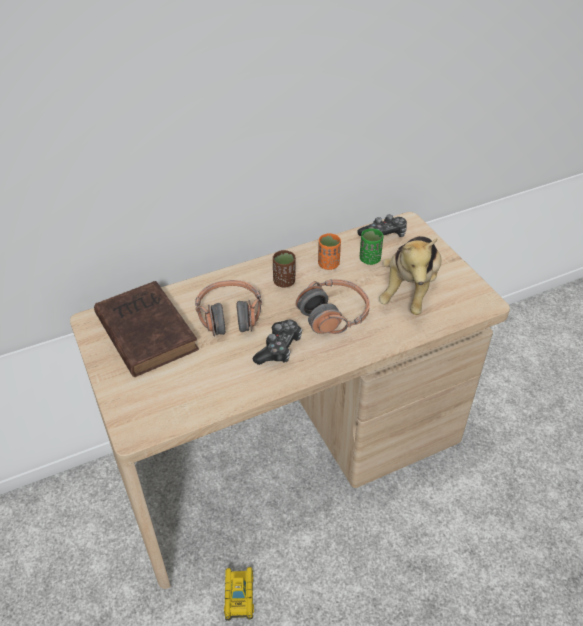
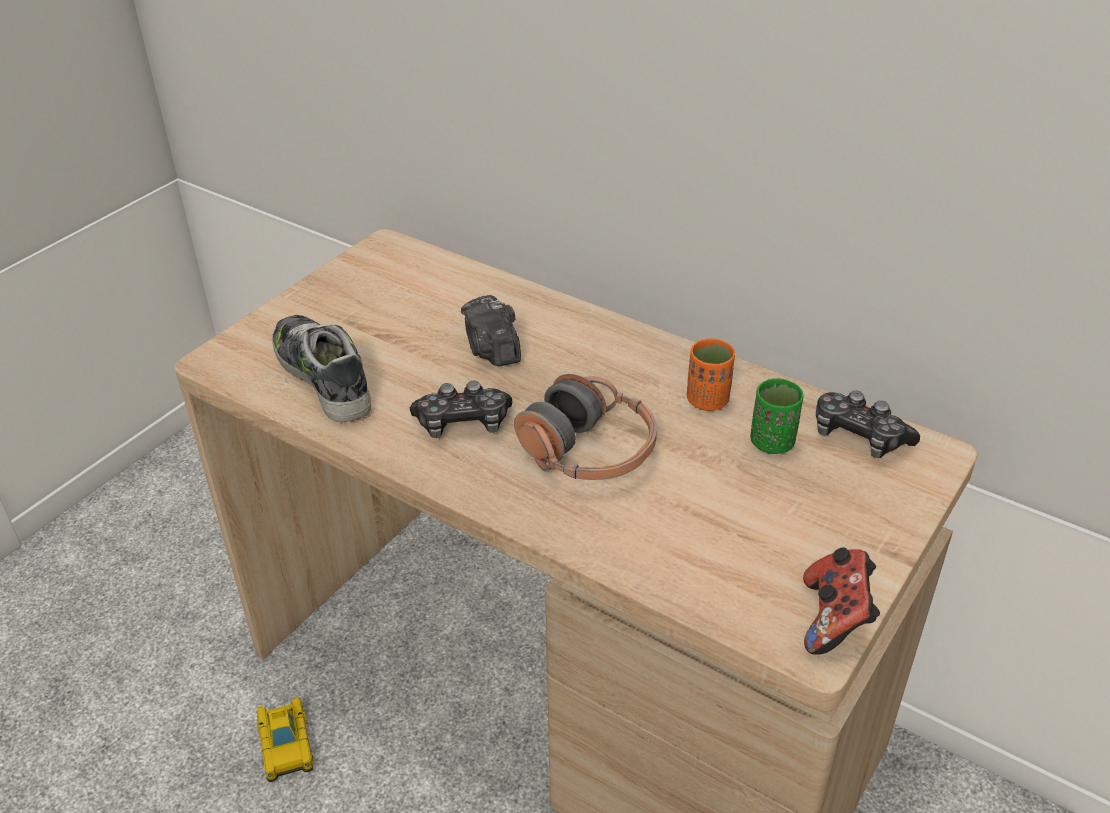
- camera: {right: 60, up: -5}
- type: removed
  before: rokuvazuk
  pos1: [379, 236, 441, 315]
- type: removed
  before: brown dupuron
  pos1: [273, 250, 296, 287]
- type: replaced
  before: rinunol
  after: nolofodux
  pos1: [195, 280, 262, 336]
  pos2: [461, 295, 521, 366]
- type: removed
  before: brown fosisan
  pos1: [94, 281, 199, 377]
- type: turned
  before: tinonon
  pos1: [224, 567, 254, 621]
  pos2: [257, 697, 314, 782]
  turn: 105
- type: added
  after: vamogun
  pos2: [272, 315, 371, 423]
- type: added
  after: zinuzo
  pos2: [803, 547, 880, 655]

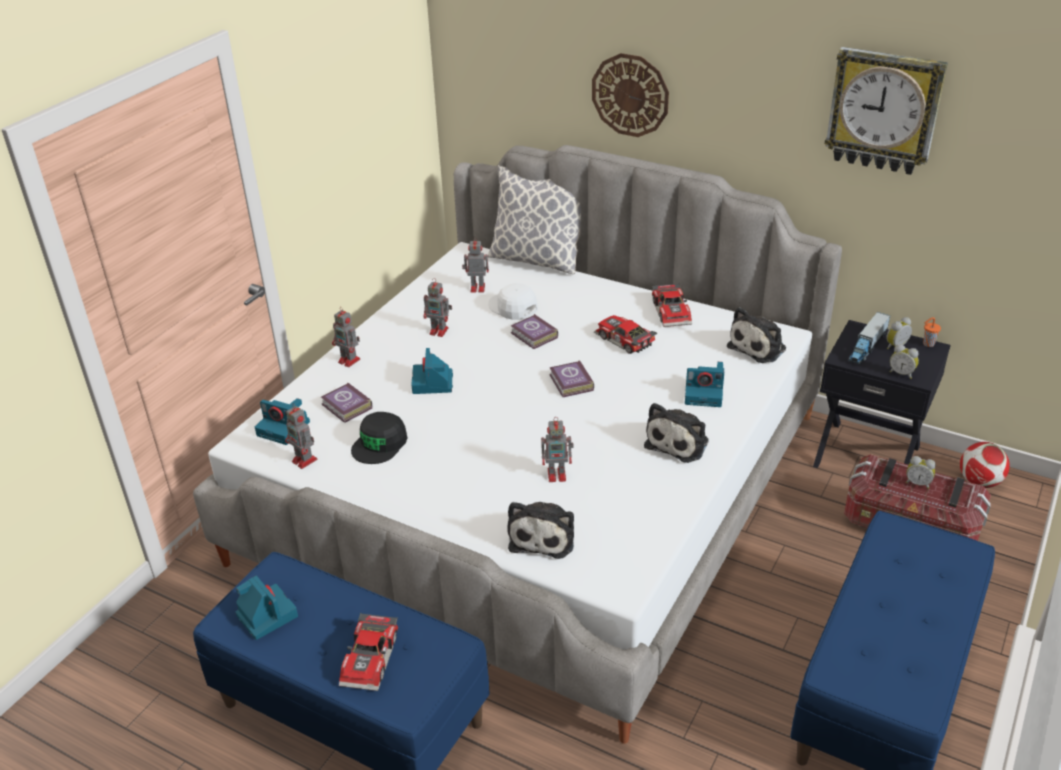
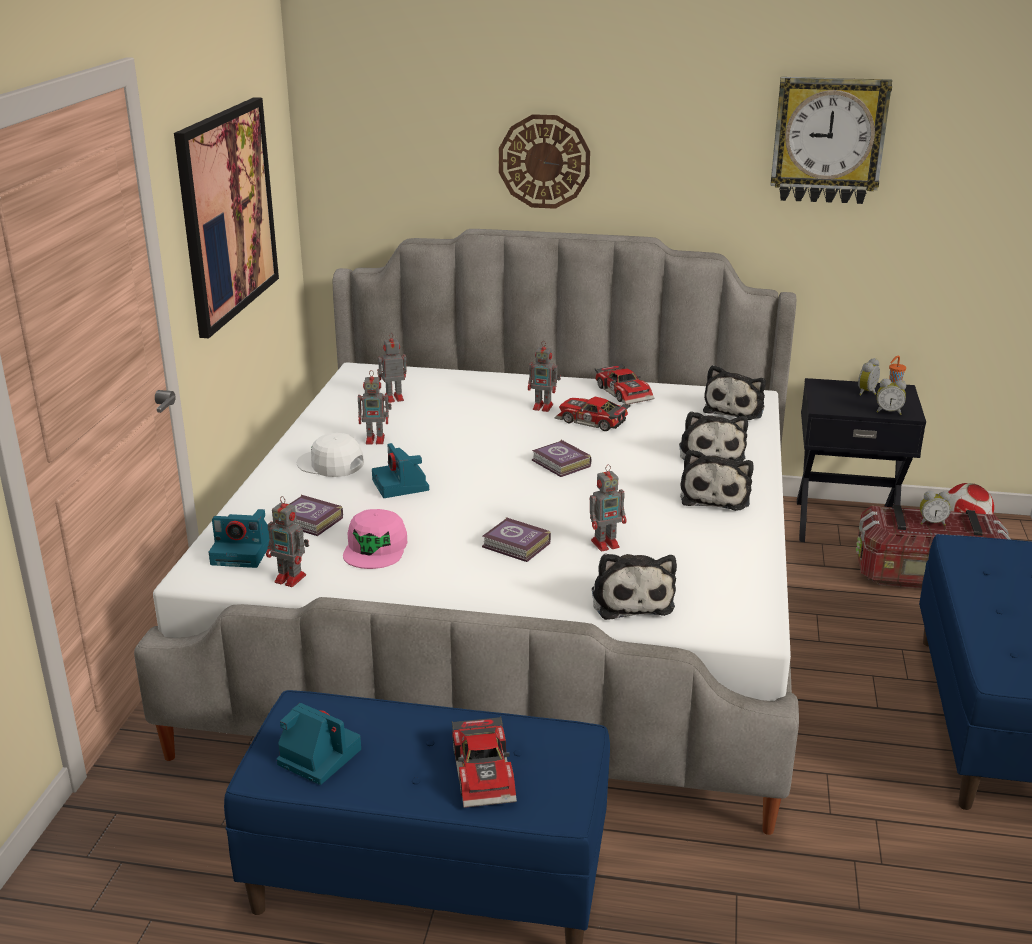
- camera: {right: -20, up: -10}
- type: removed
  before: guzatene
  pos1: [488, 165, 581, 274]
- type: moved
  before: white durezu
  pos1: [488, 283, 538, 320]
  pos2: [297, 433, 364, 477]
- type: moved
  before: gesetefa
  pos1: [332, 307, 360, 367]
  pos2: [528, 341, 561, 412]
- type: removed
  before: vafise
  pos1: [848, 312, 890, 365]
- type: moved
  before: fosisan
  pos1: [511, 314, 558, 349]
  pos2: [482, 517, 551, 562]
- type: replaced
  before: nolofodux
  after: rokuvazuk
  pos1: [685, 362, 724, 407]
  pos2: [679, 411, 748, 462]
- type: recoloured
  before: black durezu
  after: pink durezu
  pos1: [351, 412, 407, 464]
  pos2: [343, 509, 407, 569]
- type: added
  after: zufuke
  pos2: [174, 97, 279, 338]

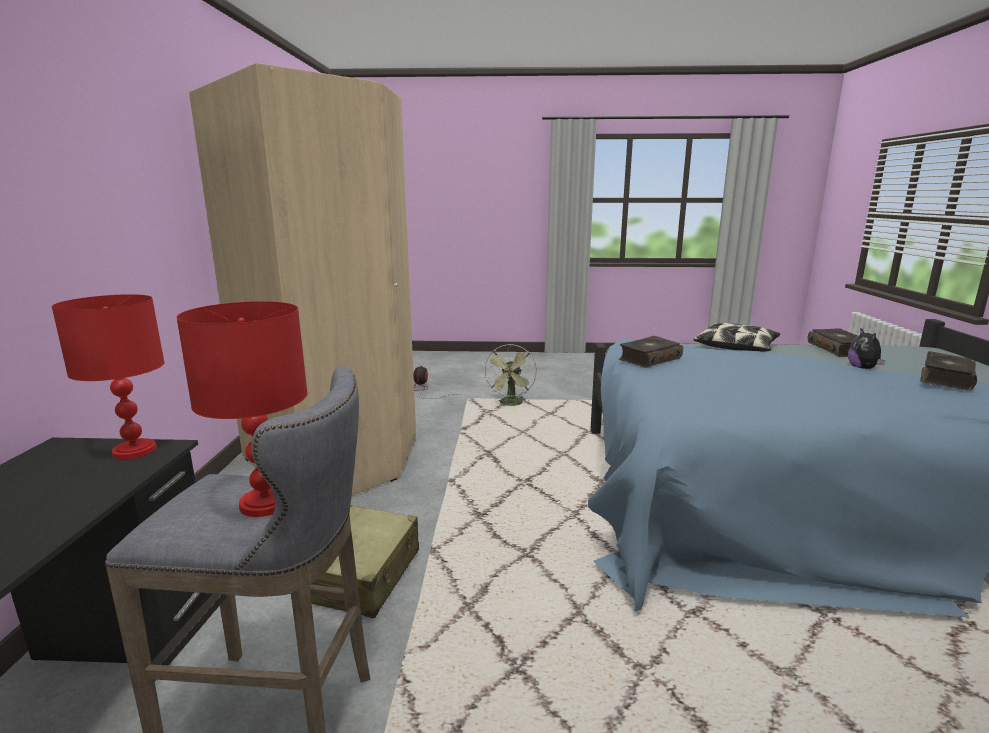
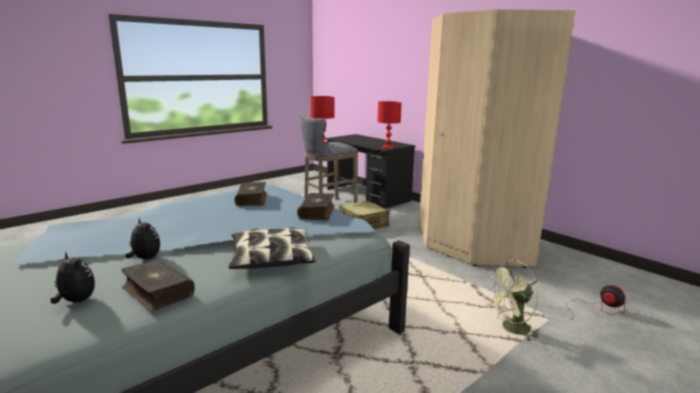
- camera: {right: 135, up: 0}
- type: turned
  before: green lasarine
  pos1: [484, 344, 537, 406]
  pos2: [486, 260, 539, 341]
  turn: -75
- type: moved
  before: fosisan
  pos1: [920, 351, 977, 391]
  pos2: [234, 182, 267, 206]
- type: added
  after: rokuvazuk
  pos2: [51, 252, 95, 304]

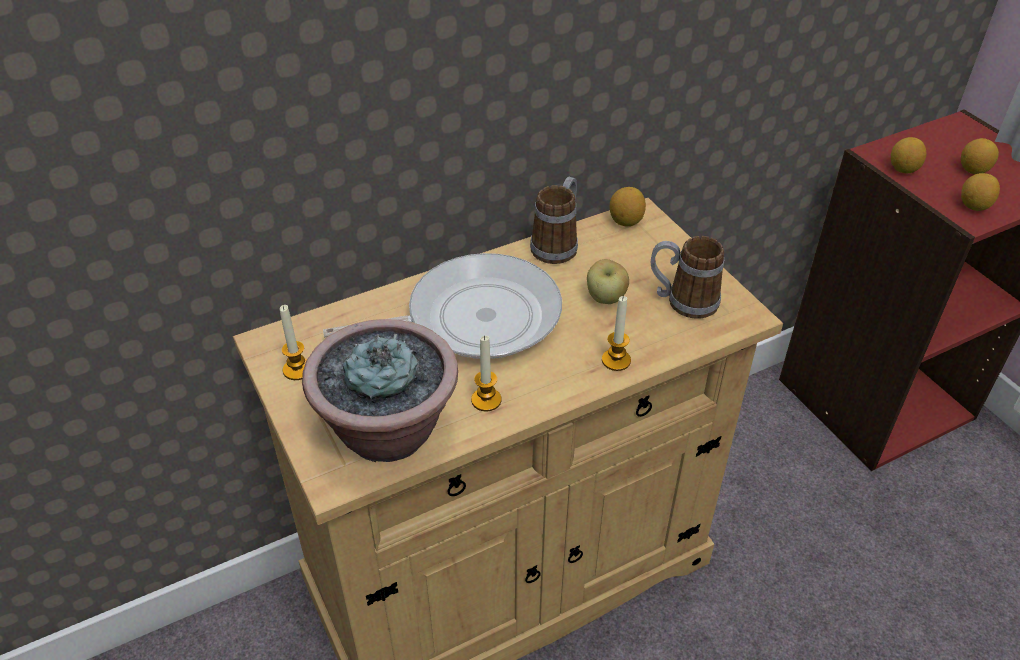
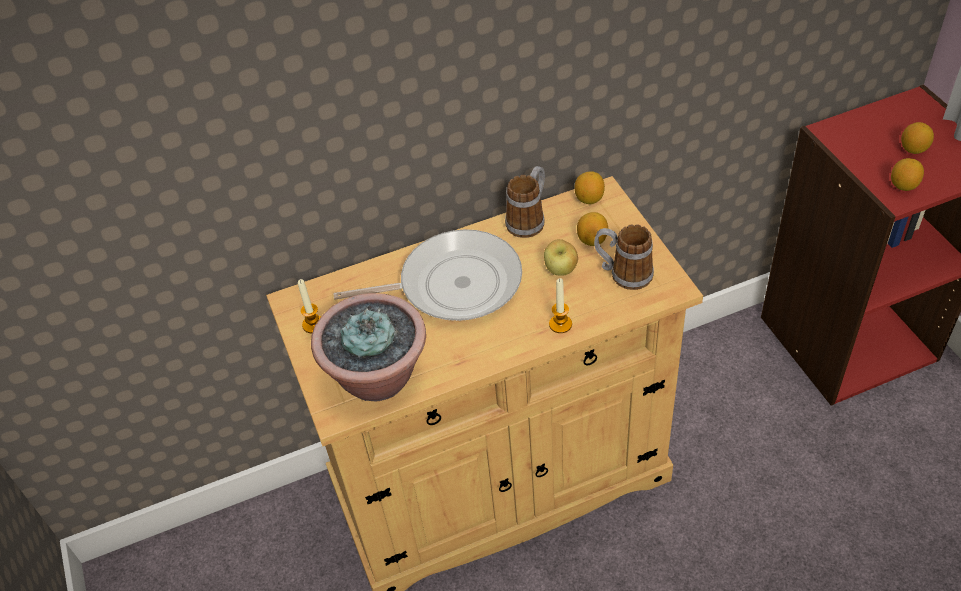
- camera: {right: 10, up: 5}
- type: moved
  before: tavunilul
  pos1: [891, 137, 926, 173]
  pos2: [577, 212, 608, 246]
- type: removed
  before: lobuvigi
  pos1: [471, 336, 501, 411]

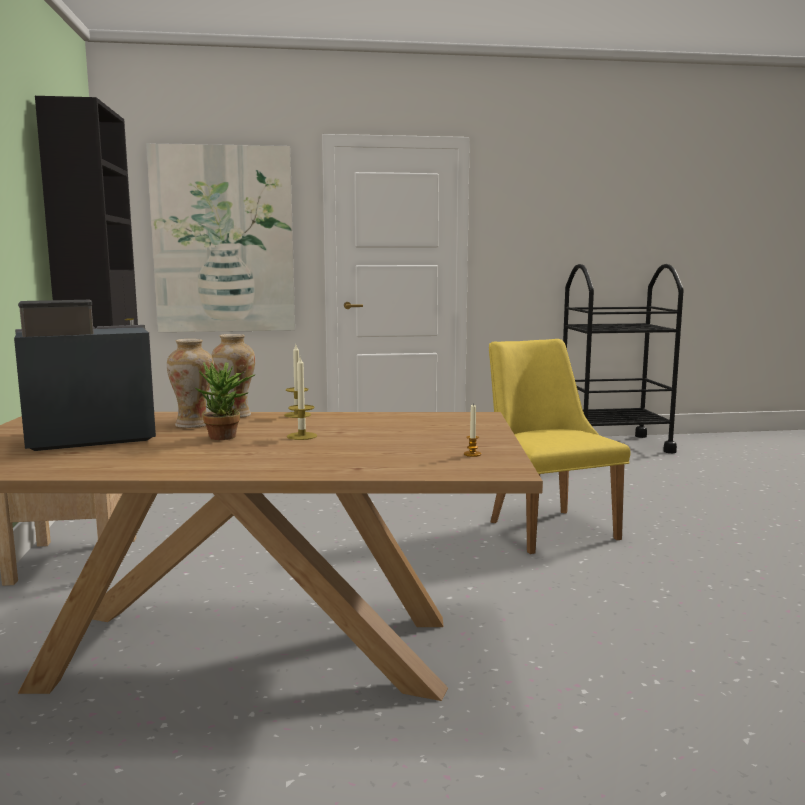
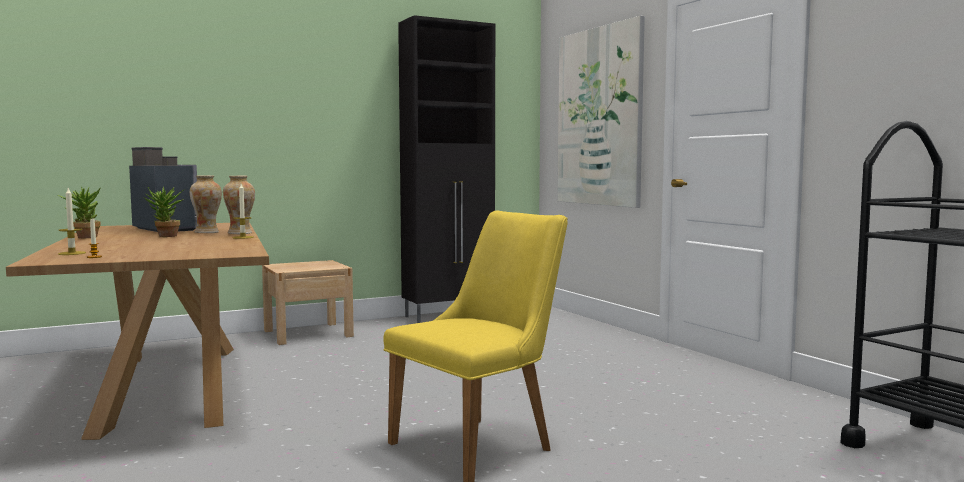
- camera: {right: 70, up: -5}
- type: moved
  before: lobuvigi
  pos1: [287, 357, 317, 440]
  pos2: [58, 188, 86, 255]
- type: added
  after: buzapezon
  pos2: [58, 186, 101, 238]

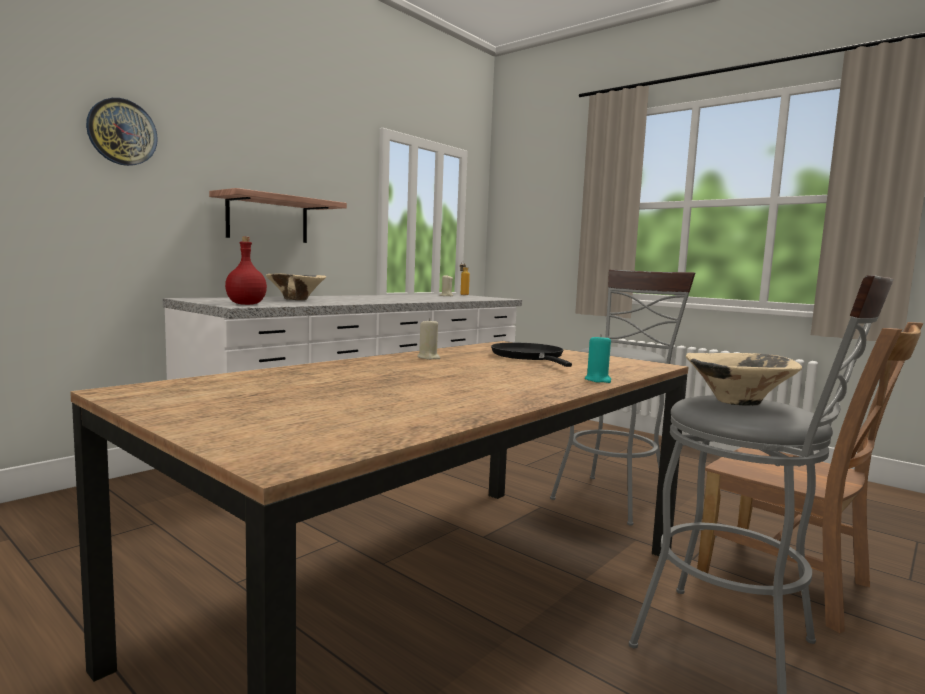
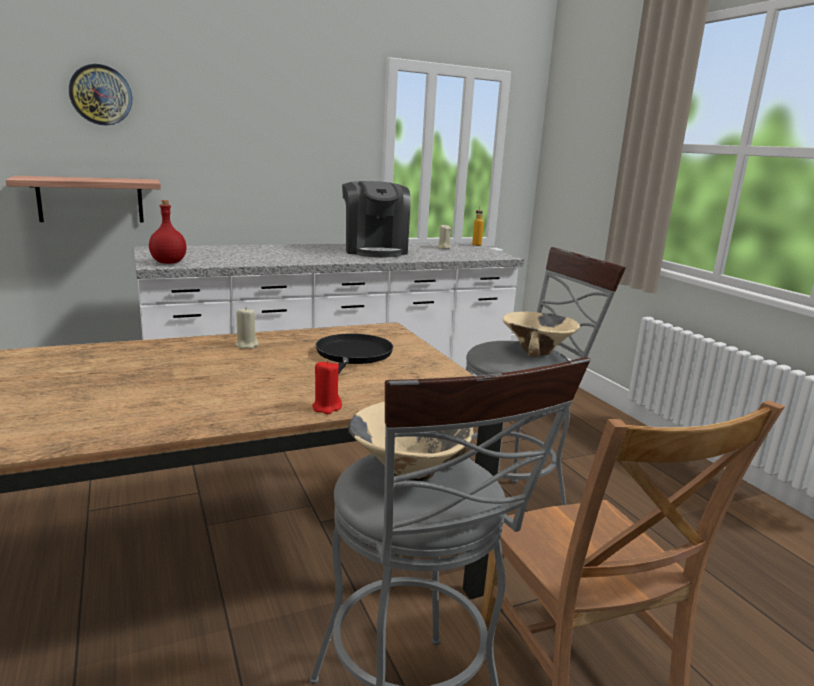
- camera: {right: 25, up: 10}
- type: moved
  before: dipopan
  pos1: [209, 188, 347, 243]
  pos2: [6, 176, 161, 222]
- type: moved
  before: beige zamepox
  pos1: [266, 273, 326, 300]
  pos2: [502, 312, 580, 357]
- type: recoloured
  before: turquoise lobuvigi
  after: red lobuvigi
  pos1: [585, 334, 611, 383]
  pos2: [312, 360, 342, 414]
- type: added
  after: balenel
  pos2: [342, 181, 411, 257]

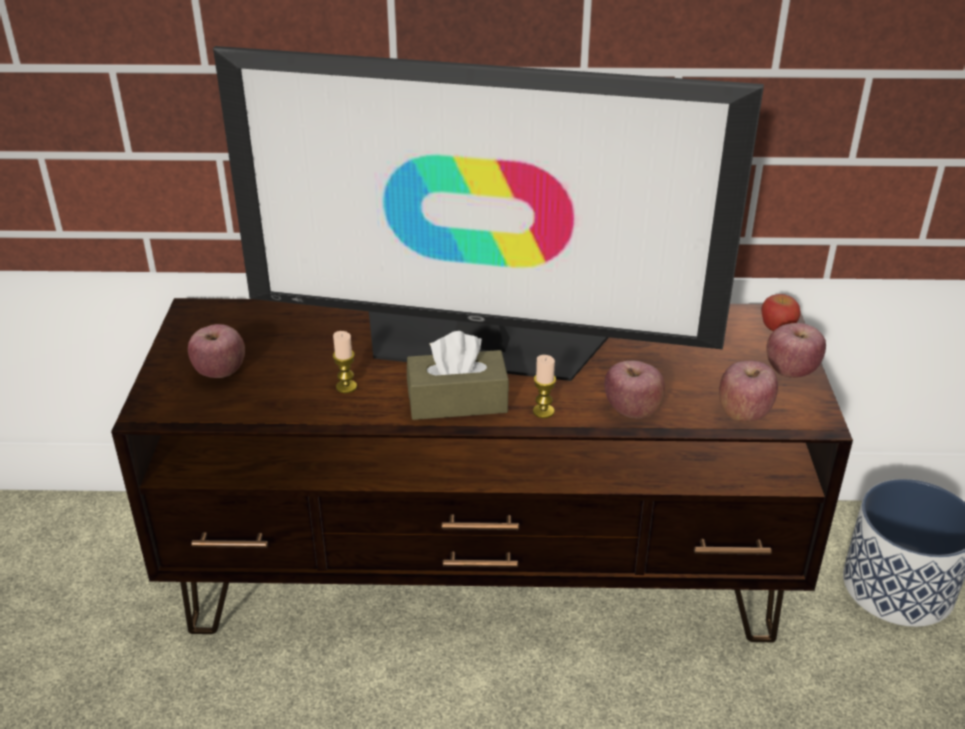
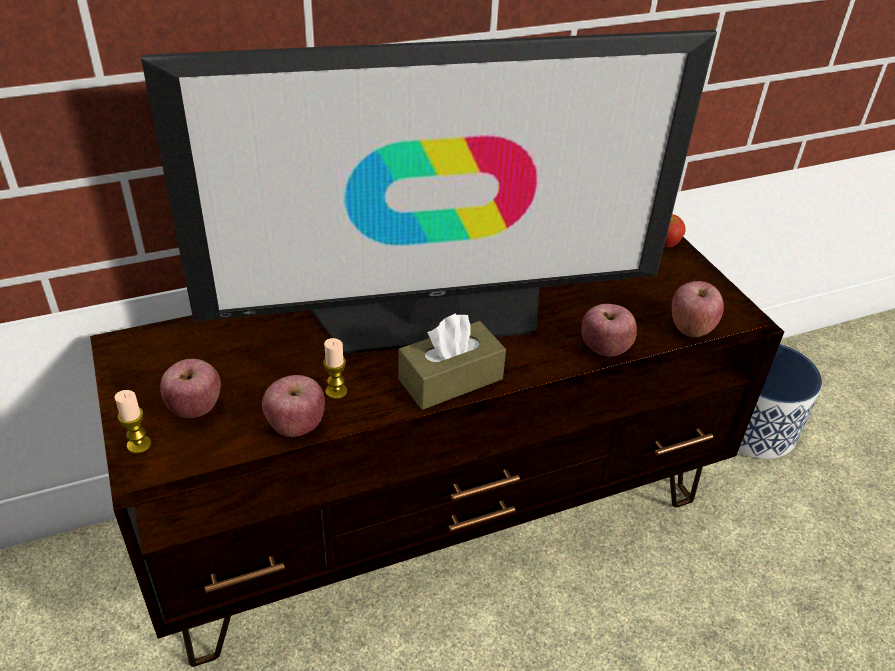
- camera: {right: -25, up: 5}
- type: moved
  before: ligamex
  pos1: [767, 323, 826, 378]
  pos2: [262, 375, 325, 437]
- type: moved
  before: lobuvigi
  pos1: [533, 355, 556, 418]
  pos2: [114, 390, 151, 454]

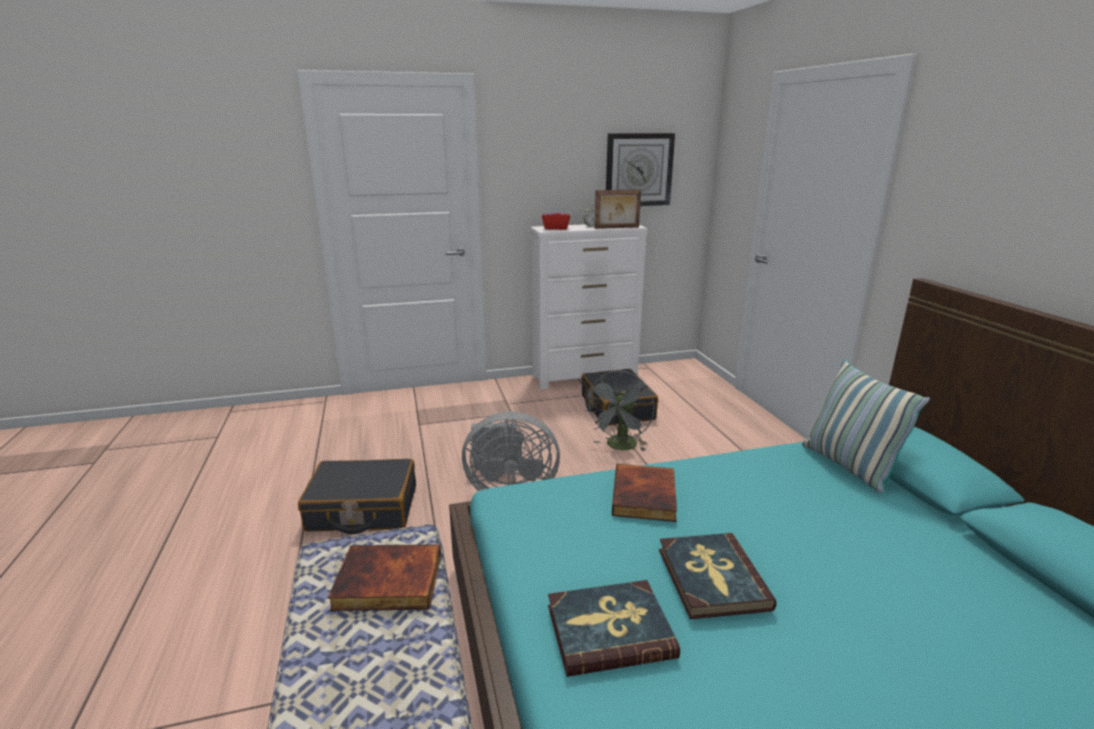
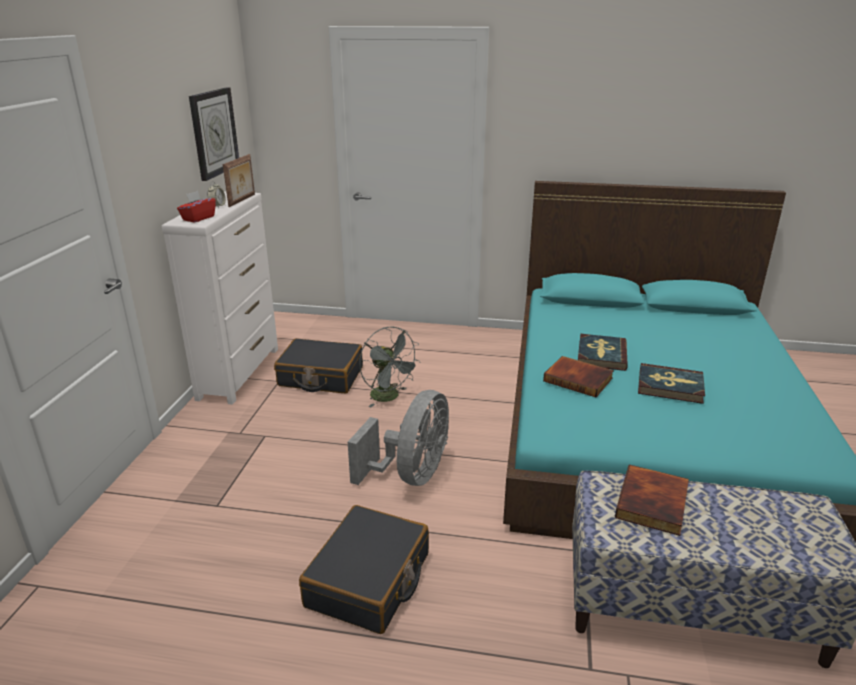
- camera: {right: -65, up: 5}
- type: removed
  before: guzatene
  pos1: [802, 359, 930, 493]
- type: moved
  before: fosisan
  pos1: [548, 580, 680, 677]
  pos2: [578, 334, 628, 371]

